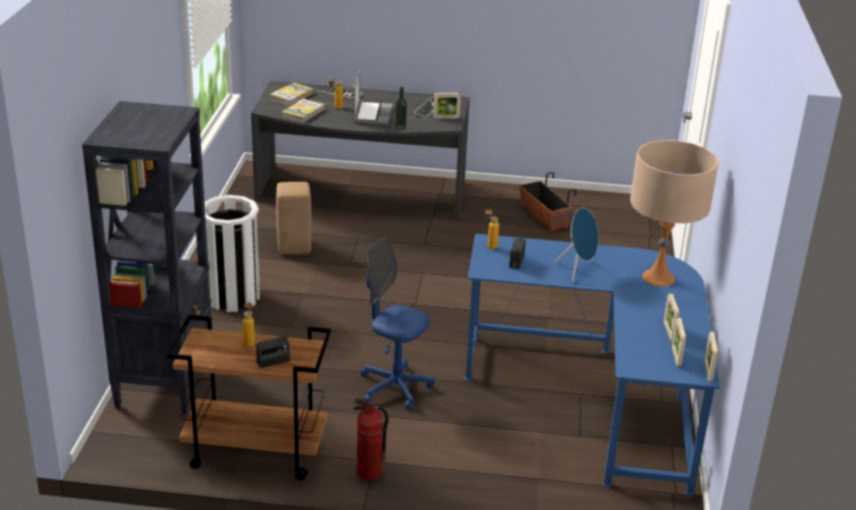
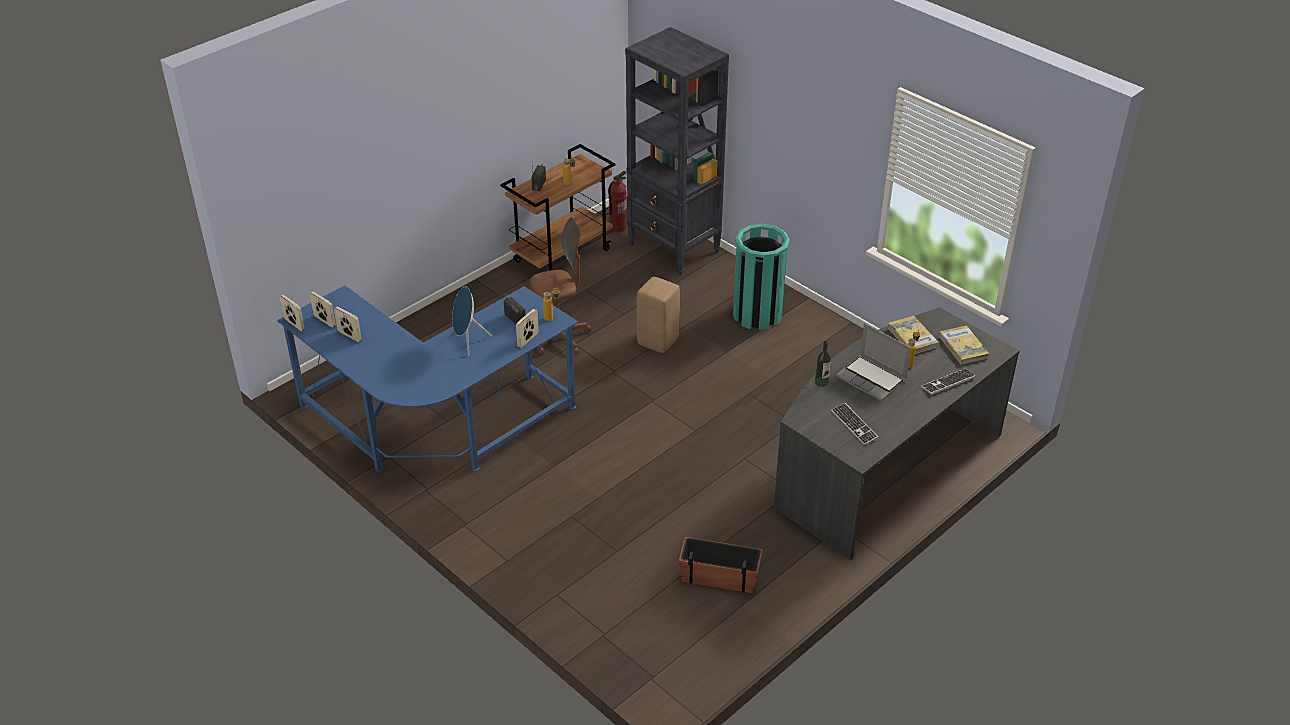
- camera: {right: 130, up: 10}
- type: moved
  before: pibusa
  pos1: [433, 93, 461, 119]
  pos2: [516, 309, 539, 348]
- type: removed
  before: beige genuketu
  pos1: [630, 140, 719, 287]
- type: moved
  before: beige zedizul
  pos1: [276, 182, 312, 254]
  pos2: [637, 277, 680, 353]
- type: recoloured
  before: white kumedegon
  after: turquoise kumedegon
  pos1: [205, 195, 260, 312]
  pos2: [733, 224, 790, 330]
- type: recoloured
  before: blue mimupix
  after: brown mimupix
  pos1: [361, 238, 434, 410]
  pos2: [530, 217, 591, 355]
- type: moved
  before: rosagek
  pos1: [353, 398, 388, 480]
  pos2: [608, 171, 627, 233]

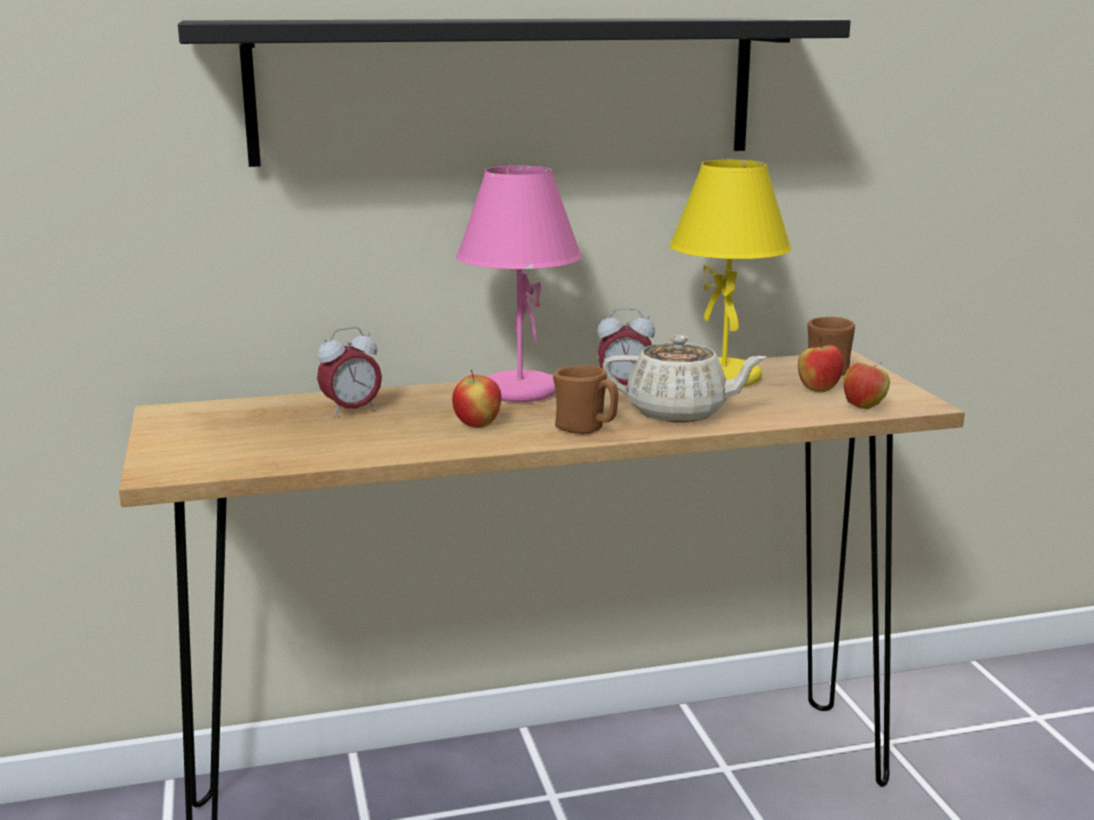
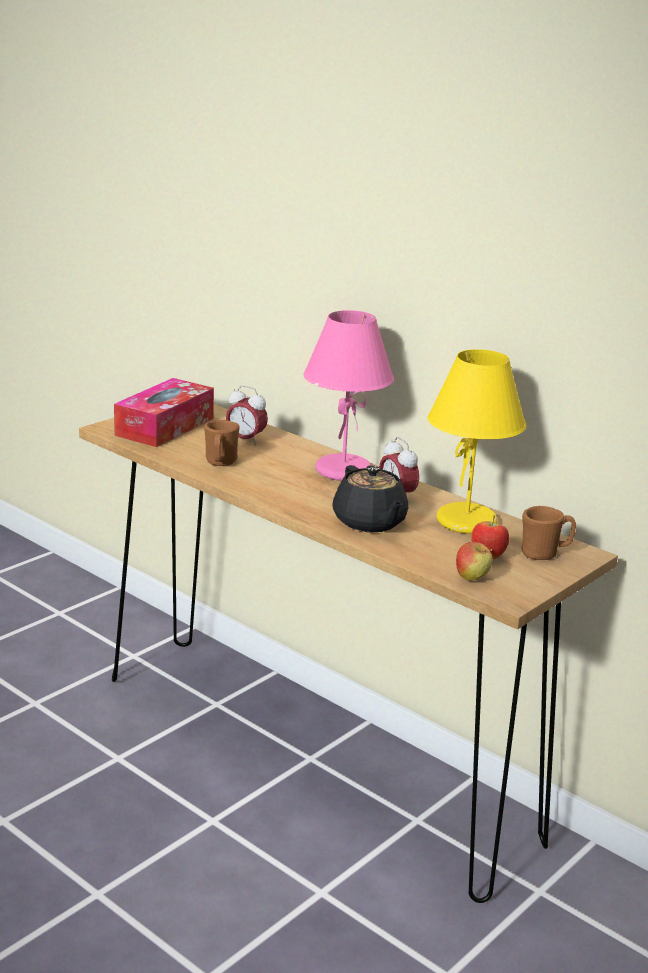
- camera: {right: 55, up: 5}
- type: removed
  before: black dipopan
  pos1: [178, 18, 851, 167]
- type: recoloured
  before: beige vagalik
  after: black vagalik
  pos1: [602, 335, 767, 422]
  pos2: [332, 465, 408, 533]
- type: moved
  before: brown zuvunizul
  pos1: [553, 365, 618, 434]
  pos2: [204, 420, 240, 466]
- type: removed
  before: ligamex
  pos1: [452, 370, 501, 428]
- type: added
  after: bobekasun
  pos2: [114, 378, 214, 447]

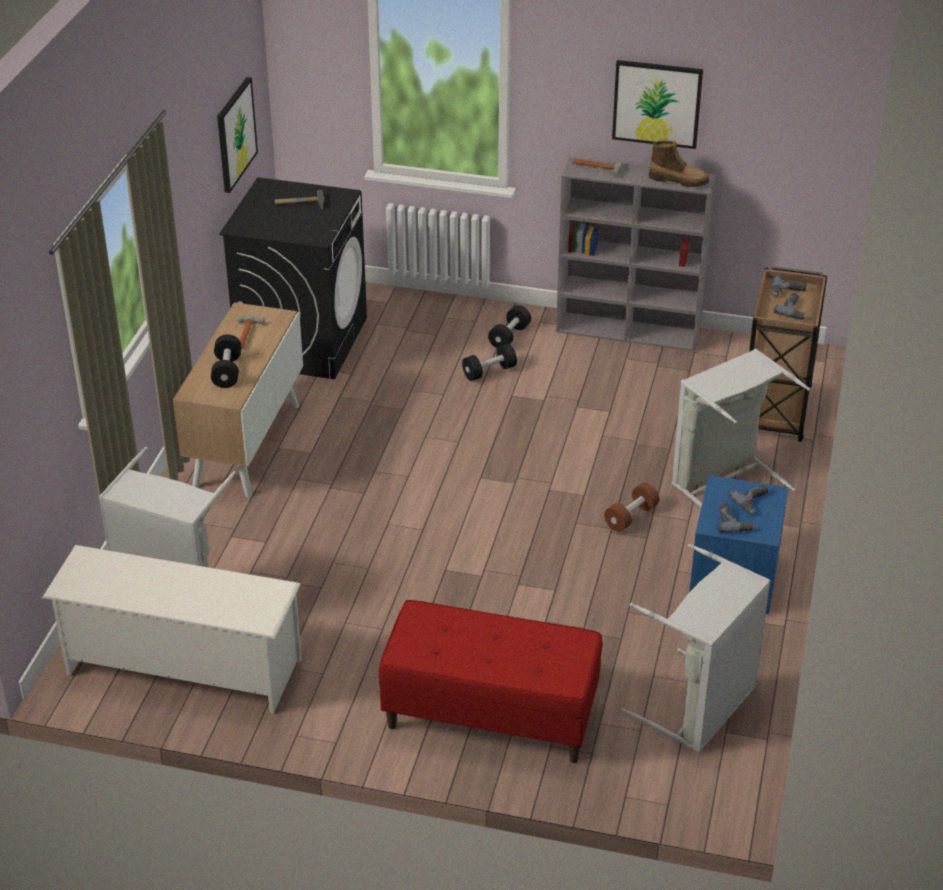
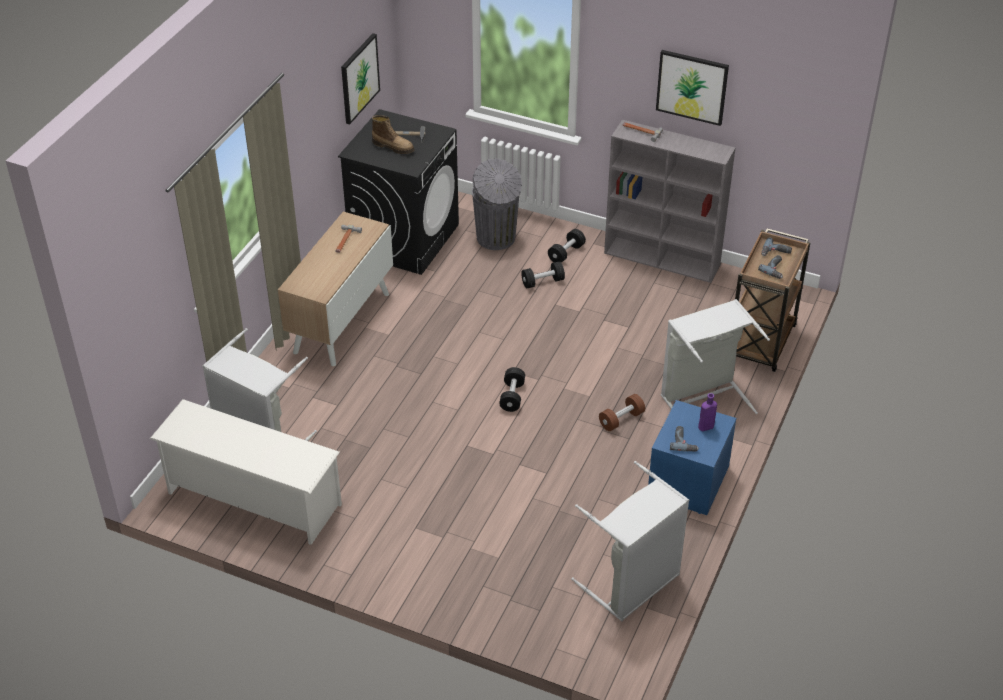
- camera: {right: 10, up: 5}
- type: moved
  before: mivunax
  pos1: [649, 140, 710, 187]
  pos2: [372, 115, 415, 154]
- type: moved
  before: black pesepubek
  pos1: [211, 334, 241, 388]
  pos2: [499, 367, 525, 412]
- type: replaced
  before: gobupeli
  after: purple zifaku
  pos1: [729, 485, 768, 514]
  pos2: [698, 393, 717, 431]
- type: removed
  before: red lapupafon
  pos1: [379, 600, 602, 763]
- type: added
  after: grey kumedegon
  pos2: [472, 158, 522, 250]

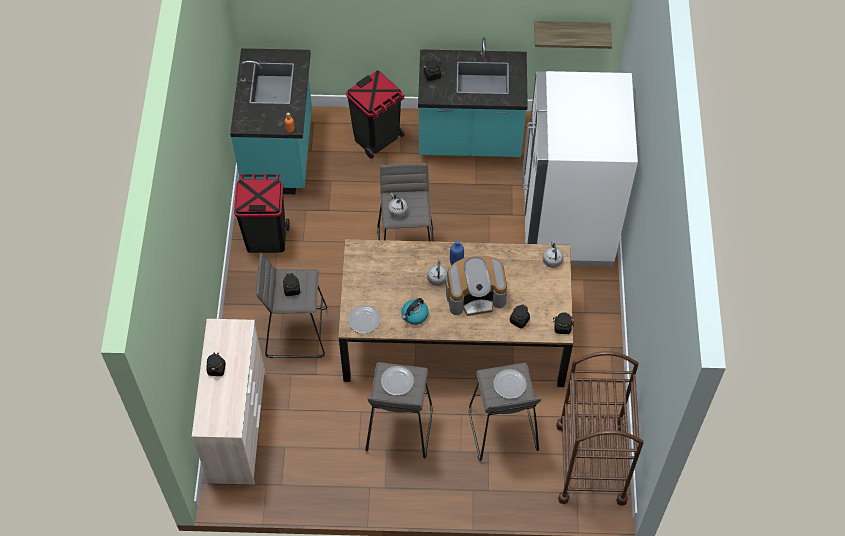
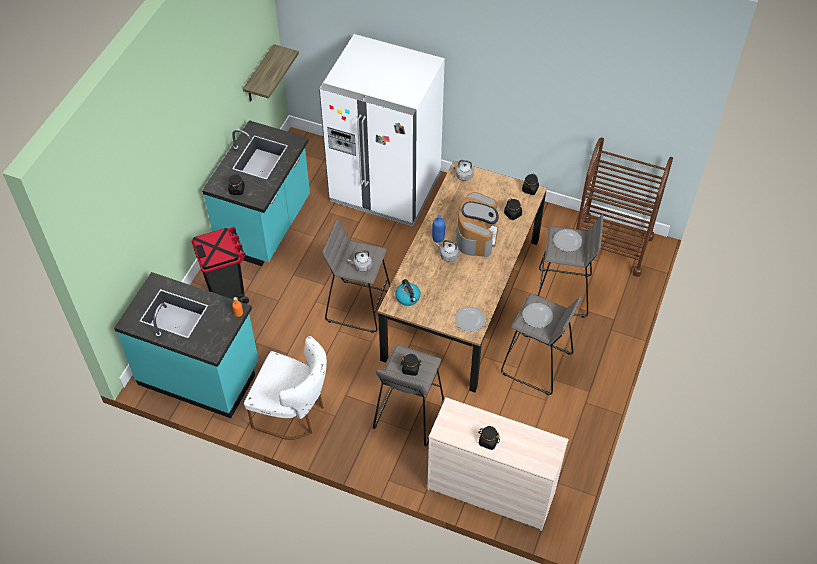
- camera: {right: -70, up: -5}
- type: replaced
  before: black kumedegon
  after: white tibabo
  pos1: [234, 174, 290, 253]
  pos2: [244, 336, 327, 440]
- type: moved
  before: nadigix
  pos1: [402, 298, 429, 325]
  pos2: [395, 279, 421, 306]

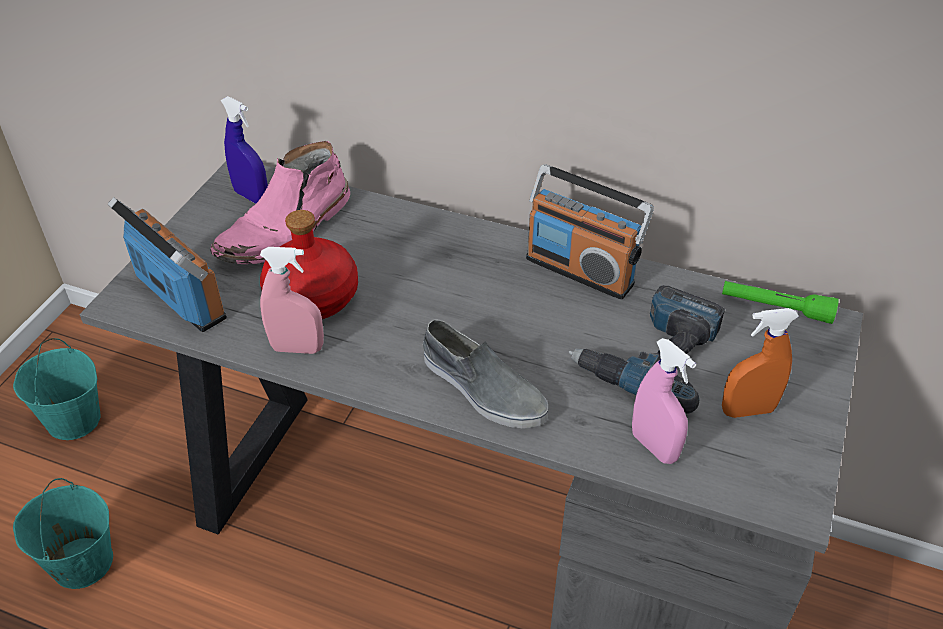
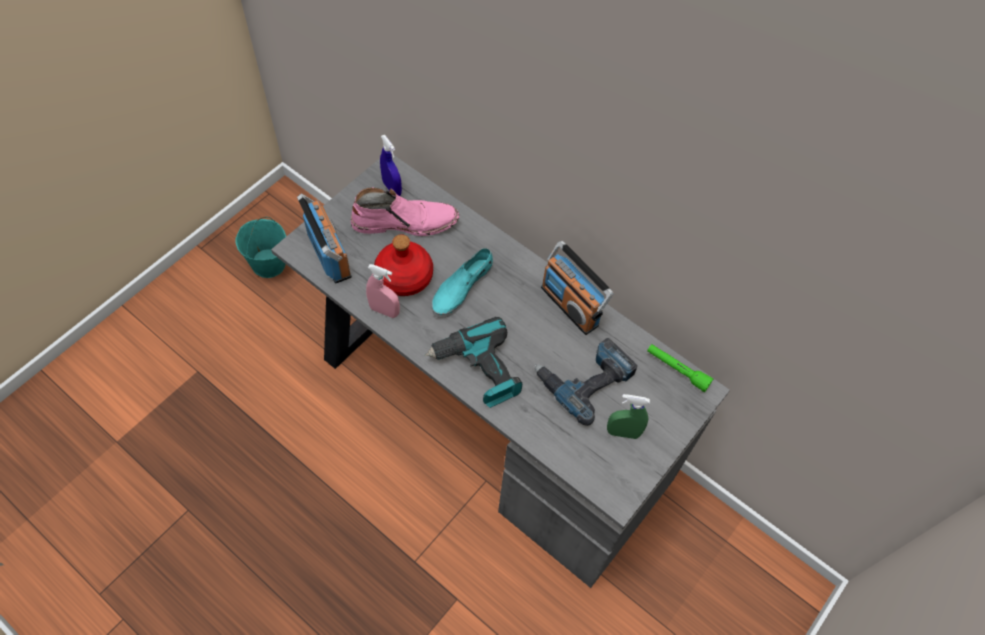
- camera: {right: 15, up: 15}
- type: turned
  before: pink mivunax
  pos1: [210, 141, 350, 264]
  pos2: [351, 188, 459, 236]
  turn: -150
- type: recoloured
  before: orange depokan
  after: green depokan
  pos1: [722, 308, 799, 418]
  pos2: [607, 394, 650, 439]
- type: replaced
  before: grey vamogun
  after: gobupeli
  pos1: [423, 319, 548, 428]
  pos2: [424, 317, 522, 408]
- type: removed
  before: pink depokan
  pos1: [632, 338, 696, 464]
- type: removed
  before: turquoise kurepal
  pos1: [13, 478, 113, 589]
- type: added
  after: turquoise vamogun
  pos2: [432, 248, 493, 318]

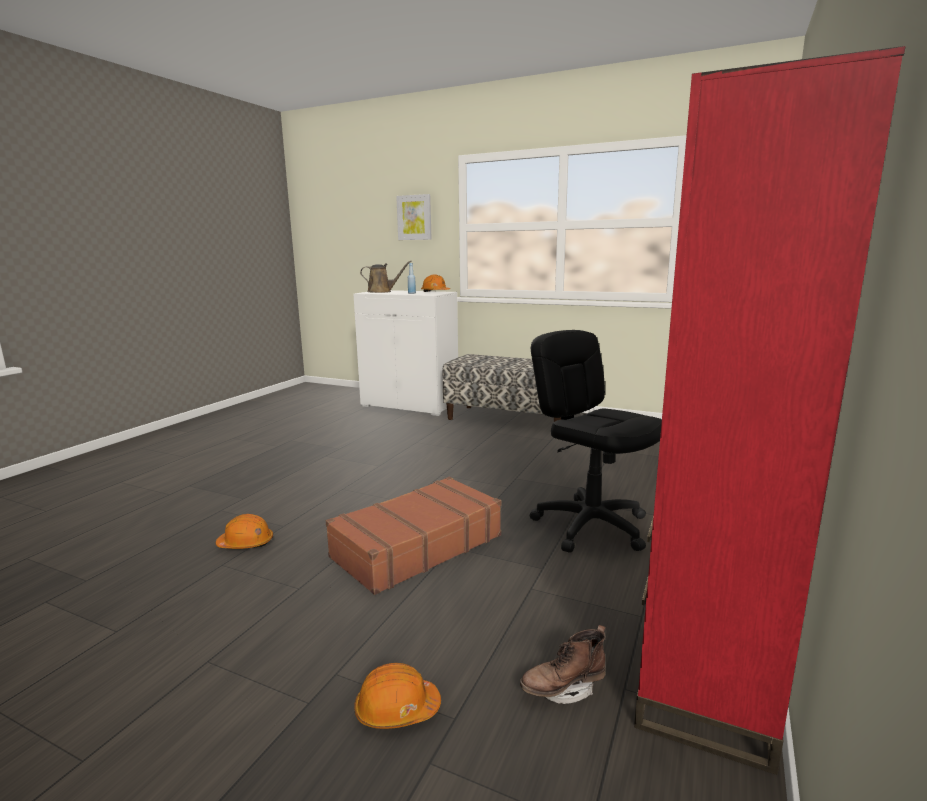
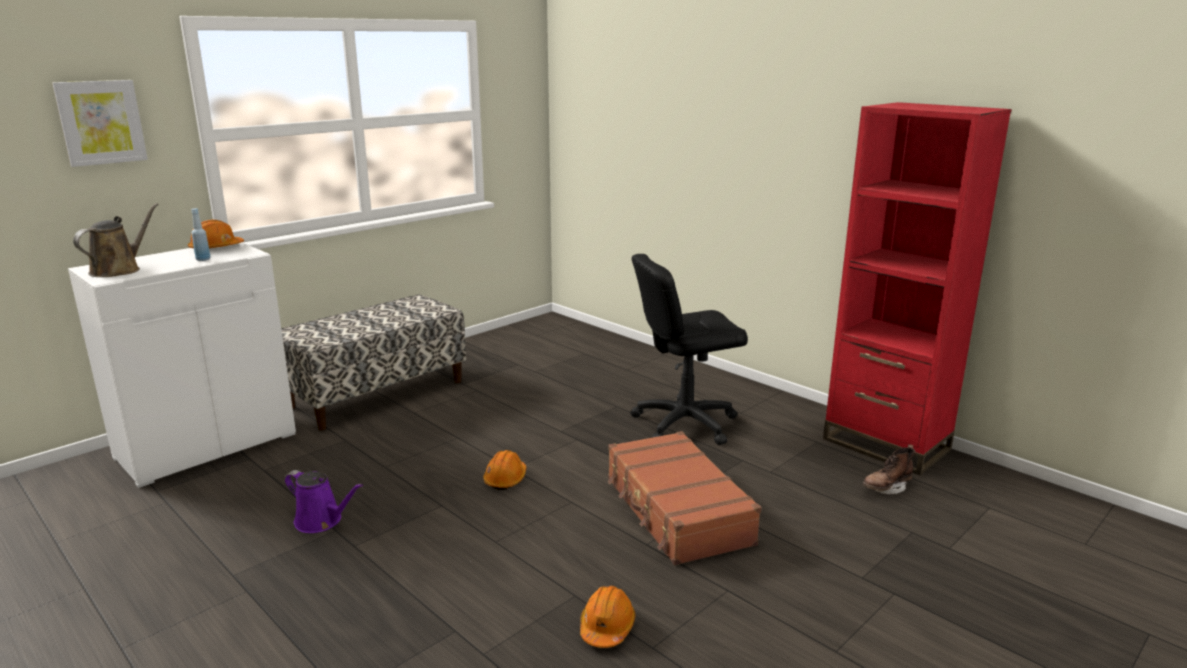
- camera: {right: -70, up: 5}
- type: turned
  before: brown mivunax
  pos1: [520, 625, 606, 704]
  pos2: [863, 444, 916, 495]
  turn: 60
- type: moved
  before: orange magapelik
  pos1: [354, 663, 441, 729]
  pos2: [483, 450, 527, 490]
- type: added
  after: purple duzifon
  pos2: [285, 470, 363, 533]

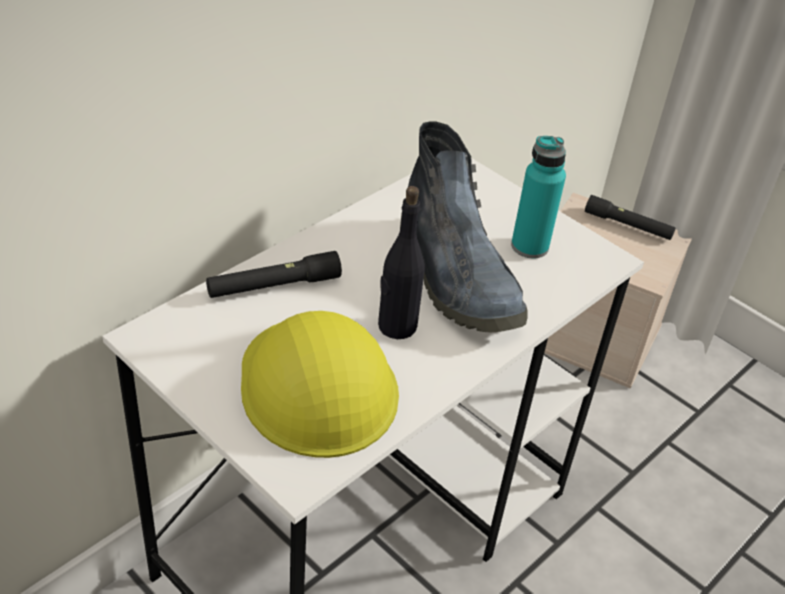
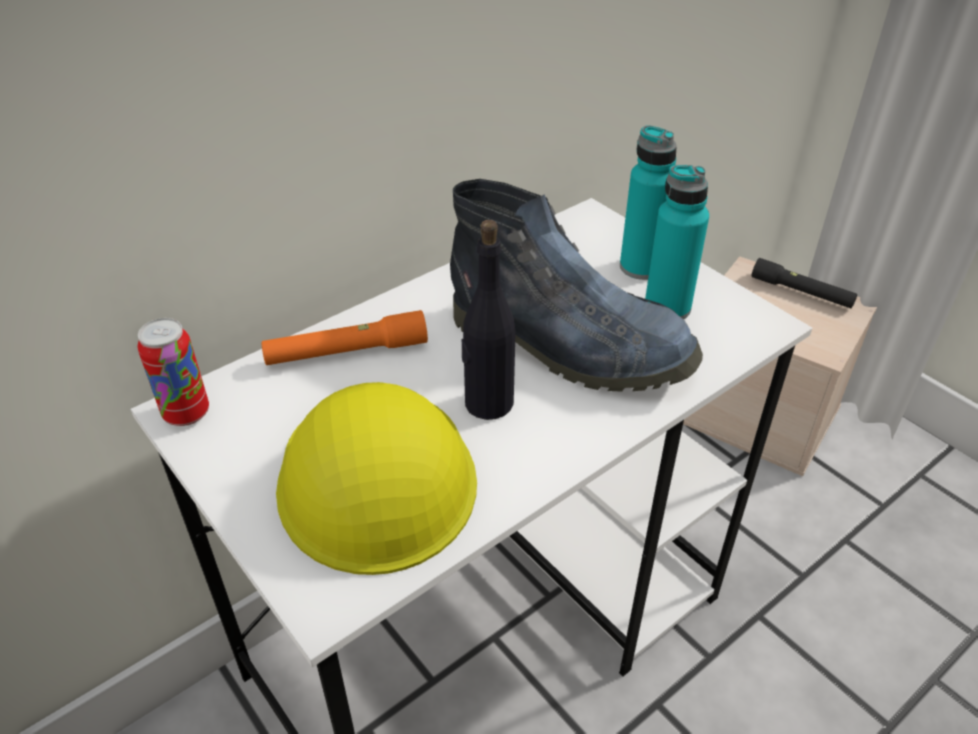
- camera: {right: 10, up: 0}
- type: turned
  before: mivunax
  pos1: [400, 121, 527, 333]
  pos2: [450, 179, 703, 392]
  turn: -45
- type: recoloured
  before: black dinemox
  after: orange dinemox
  pos1: [206, 251, 342, 298]
  pos2: [262, 310, 428, 365]
- type: added
  after: turquoise zifaku
  pos2: [620, 125, 677, 280]
- type: added
  after: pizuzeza
  pos2: [138, 318, 209, 426]

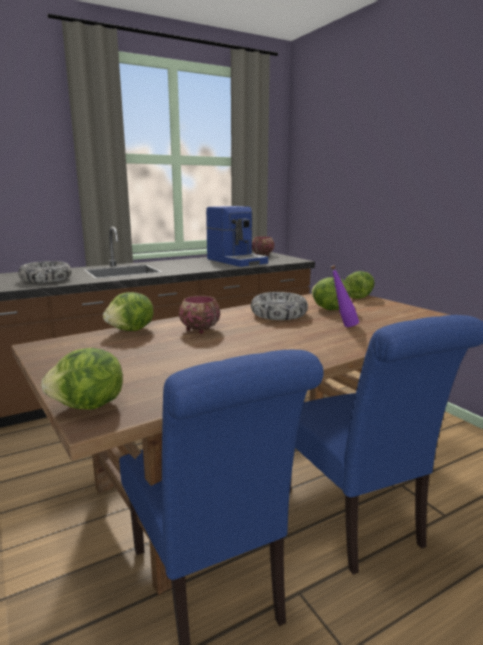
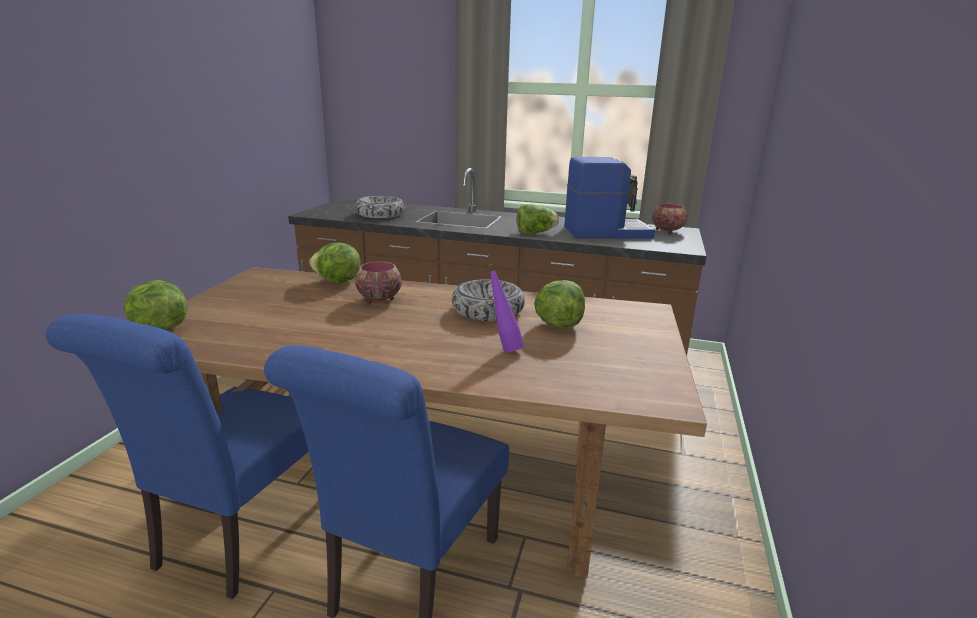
- camera: {right: 45, up: 5}
- type: turned
  before: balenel
  pos1: [206, 206, 268, 267]
  pos2: [564, 157, 655, 238]
  turn: -105
- type: moved
  before: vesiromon
  pos1: [345, 271, 375, 299]
  pos2: [517, 204, 559, 234]

